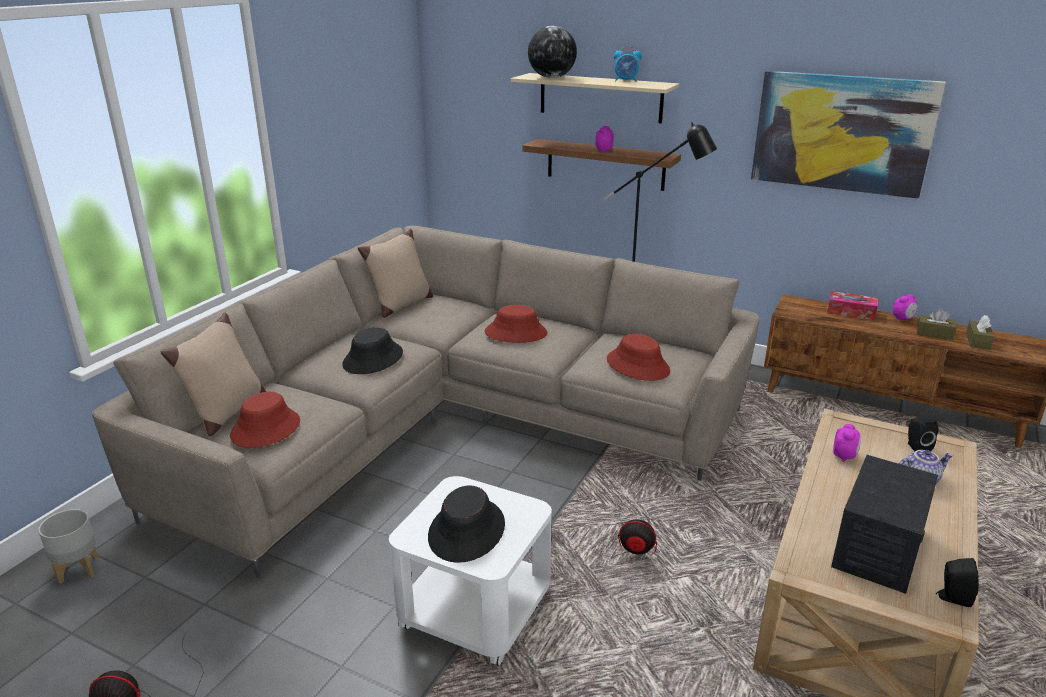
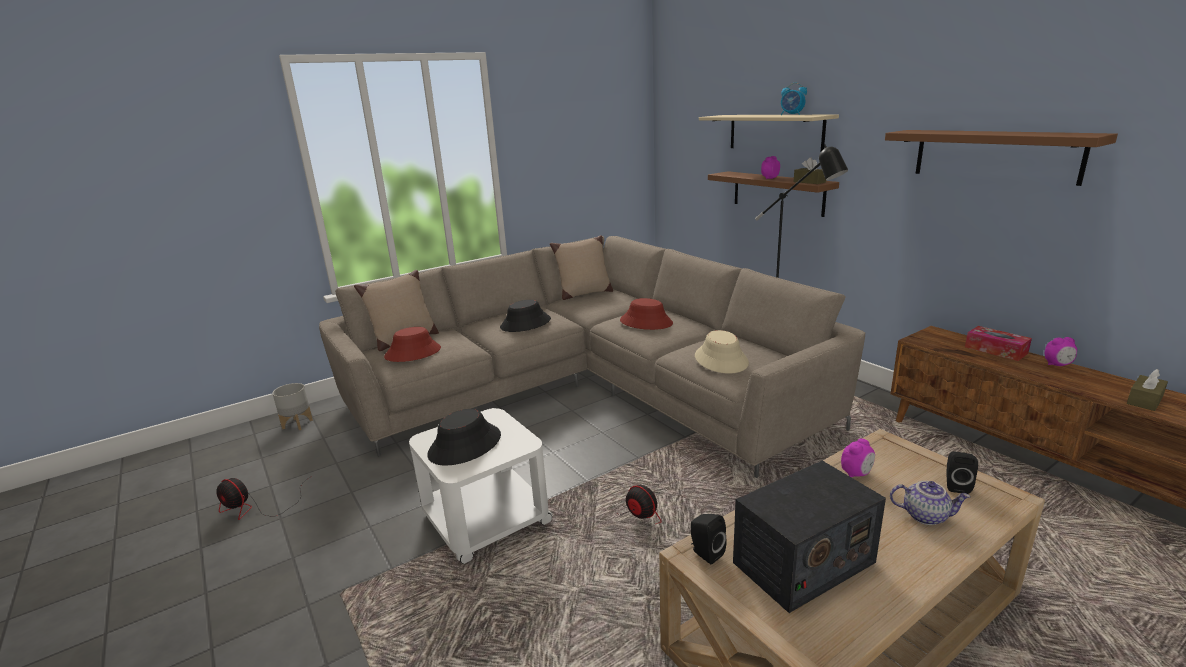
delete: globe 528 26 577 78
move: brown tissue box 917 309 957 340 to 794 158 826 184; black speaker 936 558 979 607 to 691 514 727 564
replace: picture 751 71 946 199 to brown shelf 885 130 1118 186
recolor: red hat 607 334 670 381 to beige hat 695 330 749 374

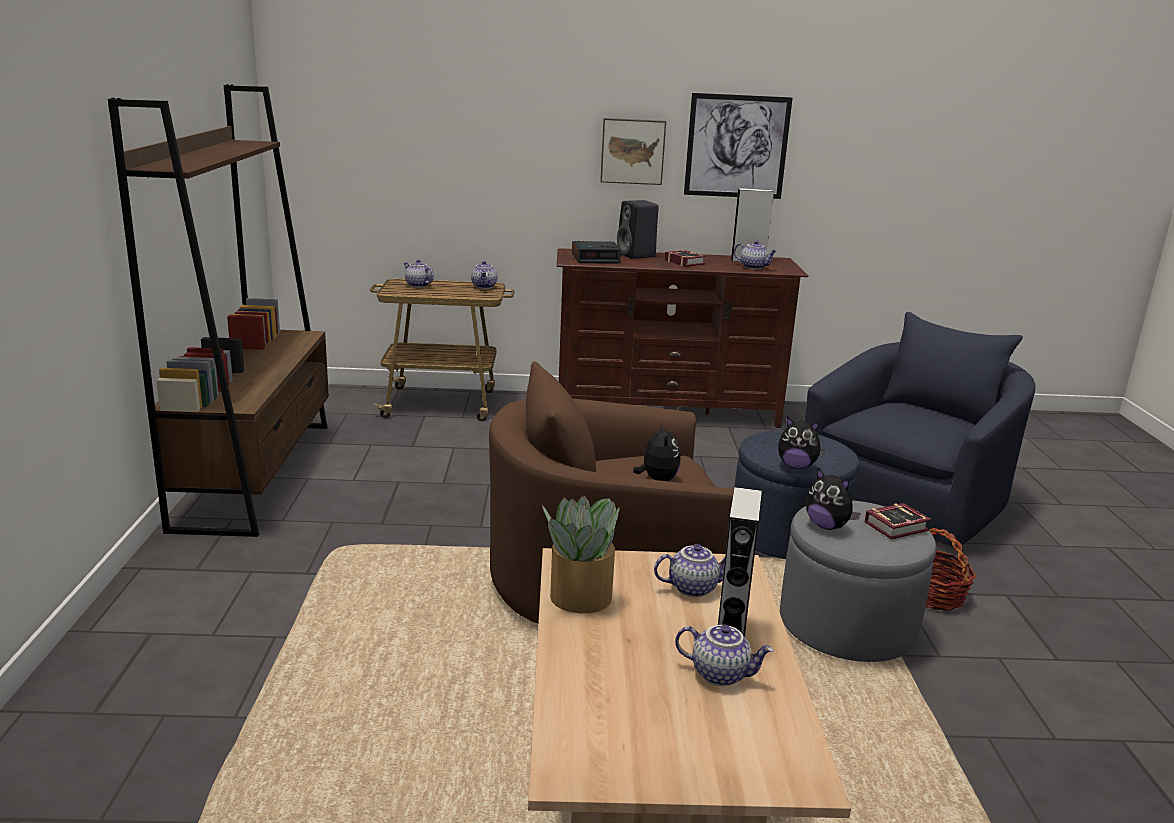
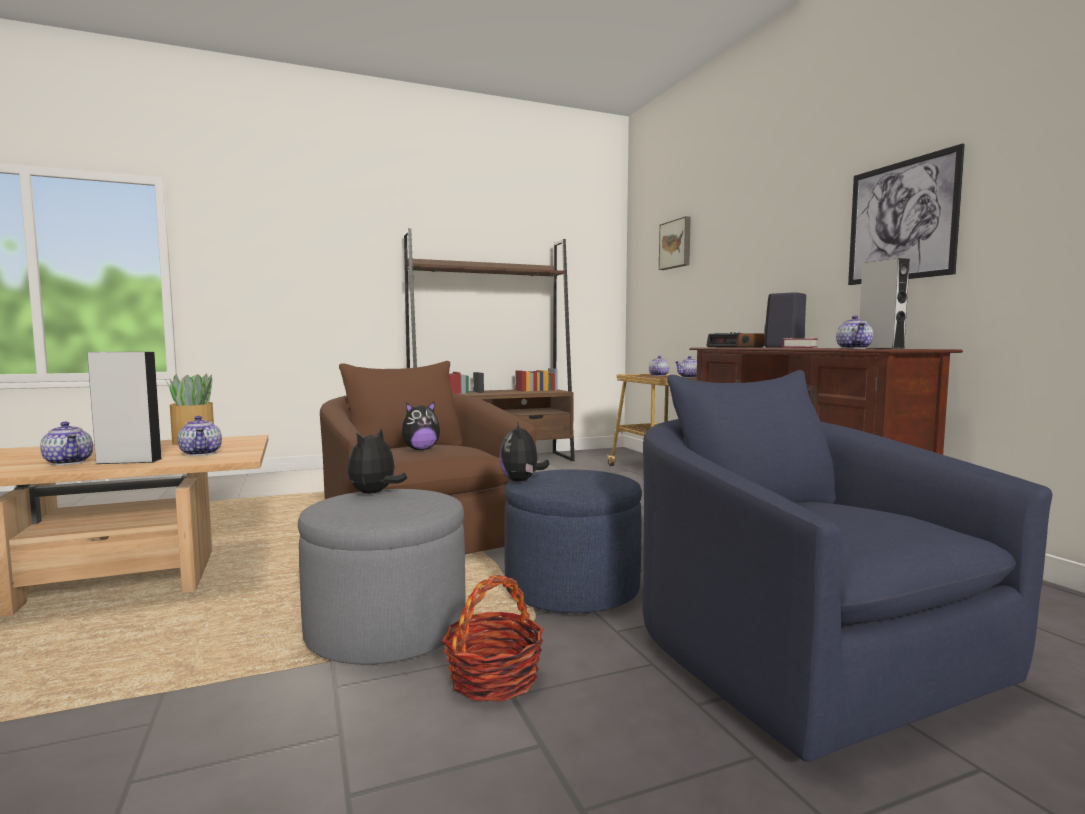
delete: book 865 503 931 539
move: picture 600 118 666 185 to 659 216 691 270
rotate: teapot 675 625 774 686 = 40 422 93 465 45 degrees counterclockwise; blue armchair 804 312 1035 548 = 643 370 1053 762 135 degrees counterclockwise

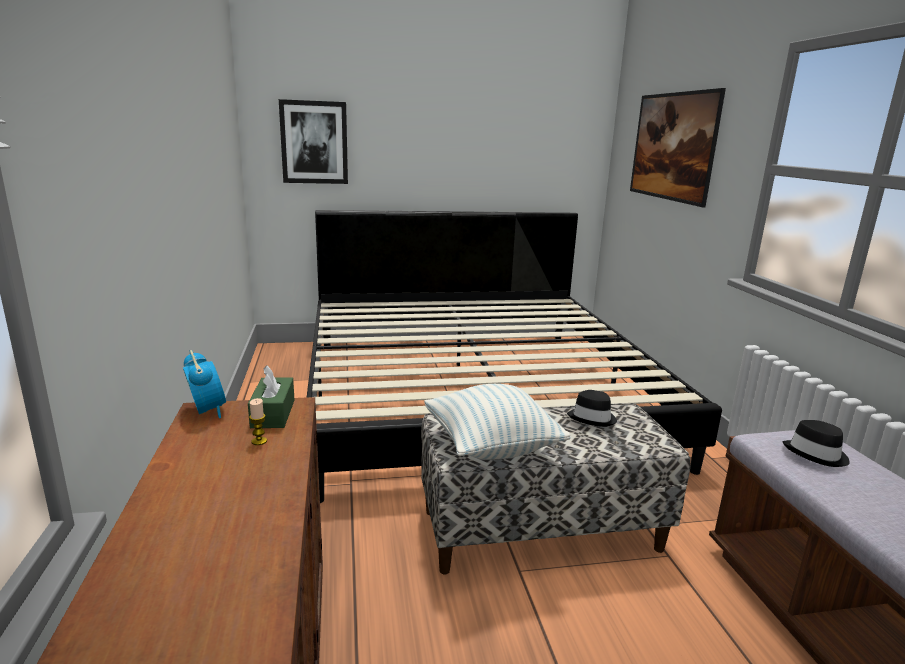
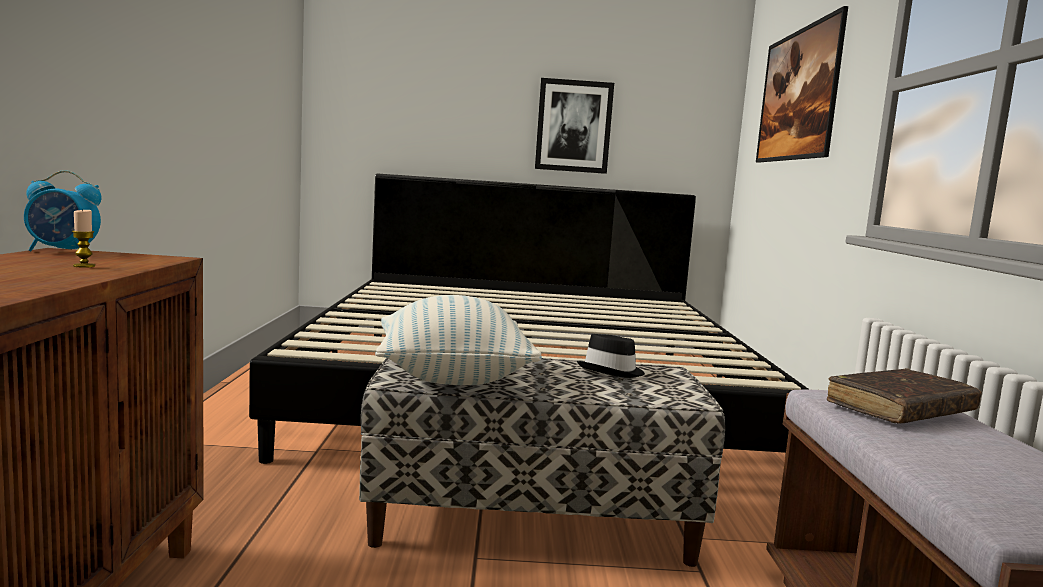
delete: green tissue box 248 365 294 428
move: picture 279 99 348 184 to 535 78 614 174
replace: black hat 782 420 850 467 to brown book 827 368 982 424
rotate: alarm clock 183 350 226 418 = 24 170 102 251 105 degrees clockwise

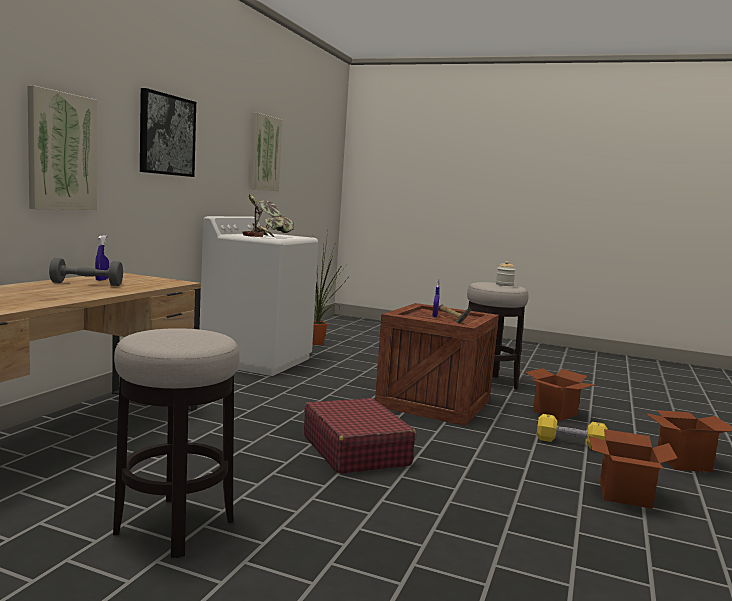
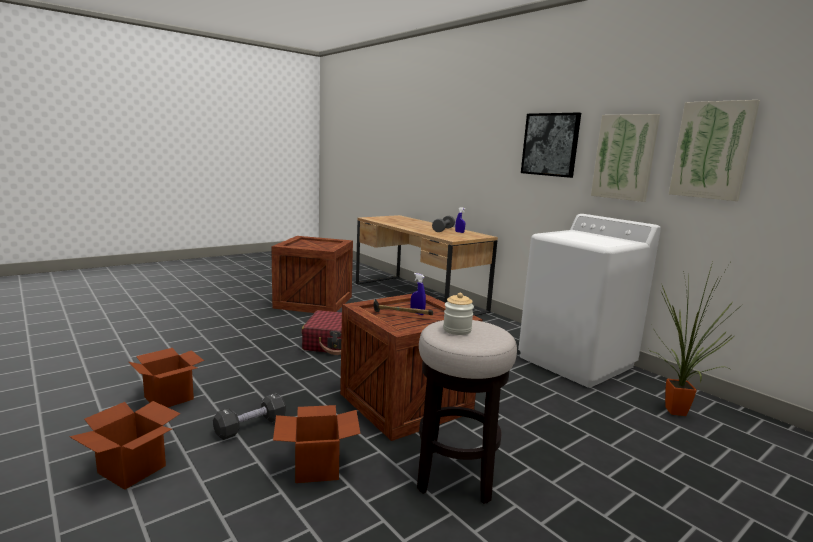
delete: potted plant 242 194 294 237
move: picture 27 85 97 210 to 591 114 660 202
replace: stool 113 328 240 558 to crate 271 236 353 313
recolor: yellow dumbbell 537 414 608 449 to black dumbbell 213 393 286 440

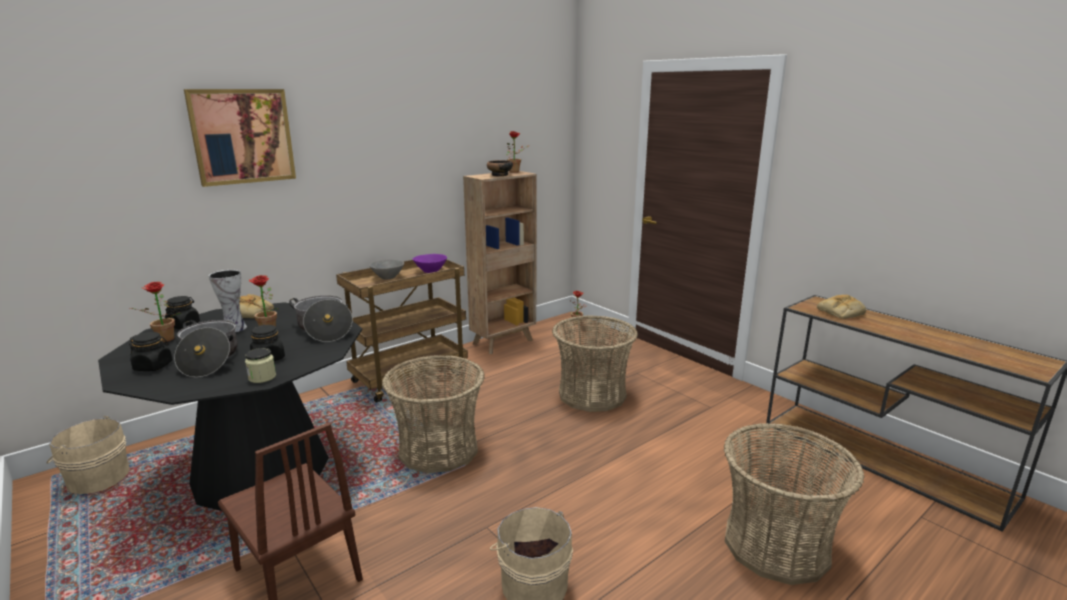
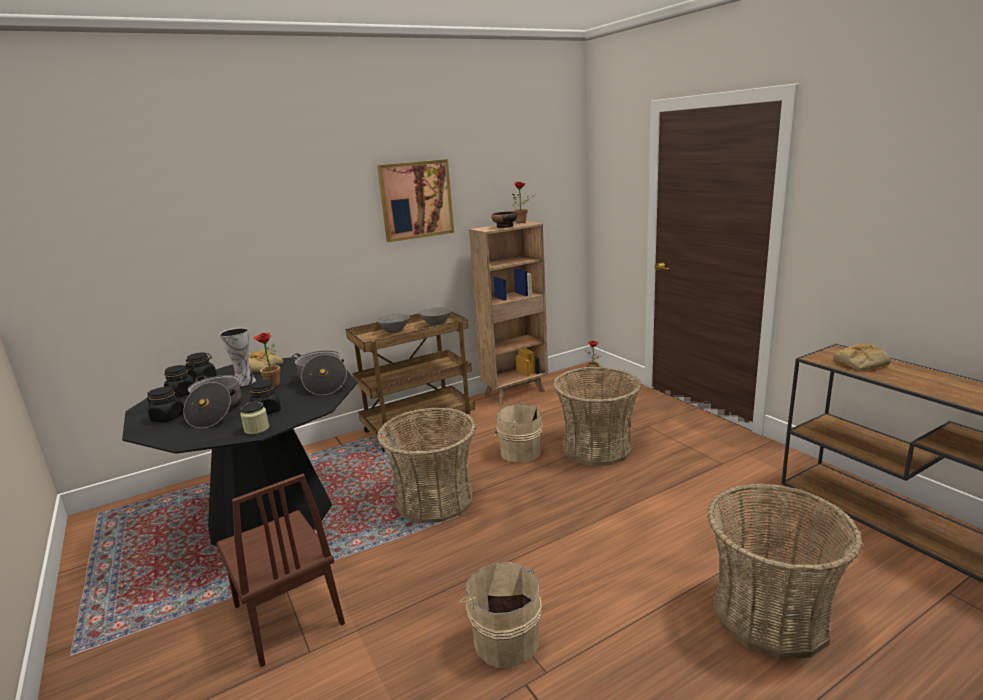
move: beige bucket 47 415 130 494 to 495 402 542 462; picture 184 89 296 187 to 377 159 454 242
replace: potted plant 130 282 181 342 to black jar 164 365 195 397
recolor: purple bowl 413 254 447 273 to grey bowl 418 307 452 326

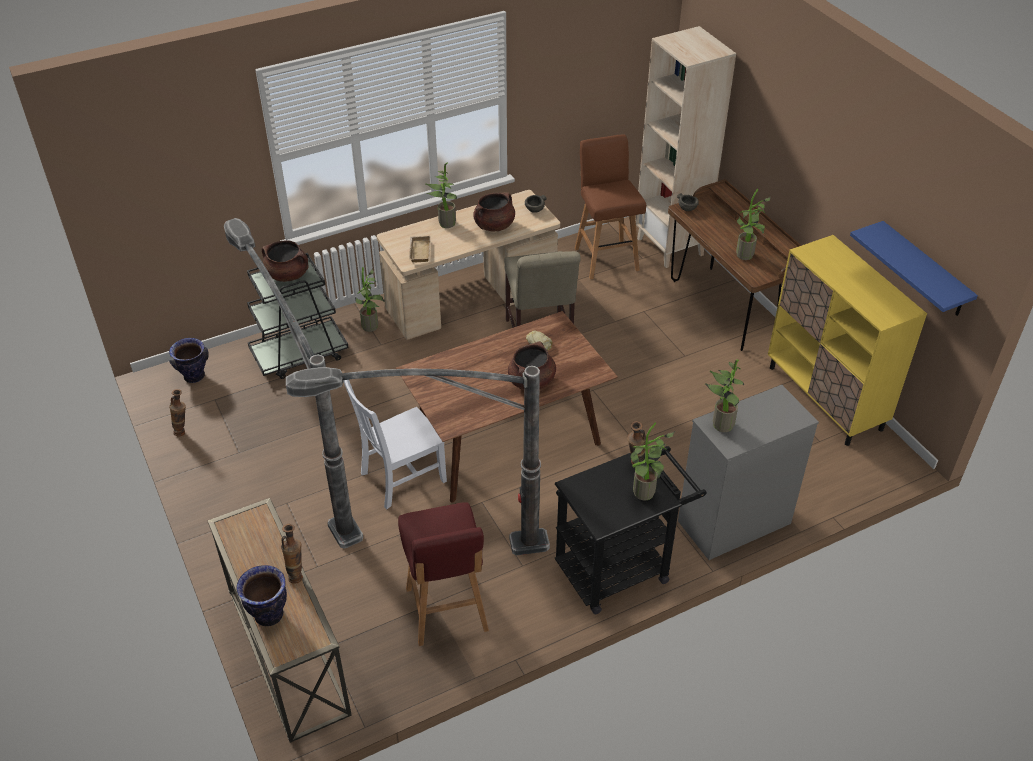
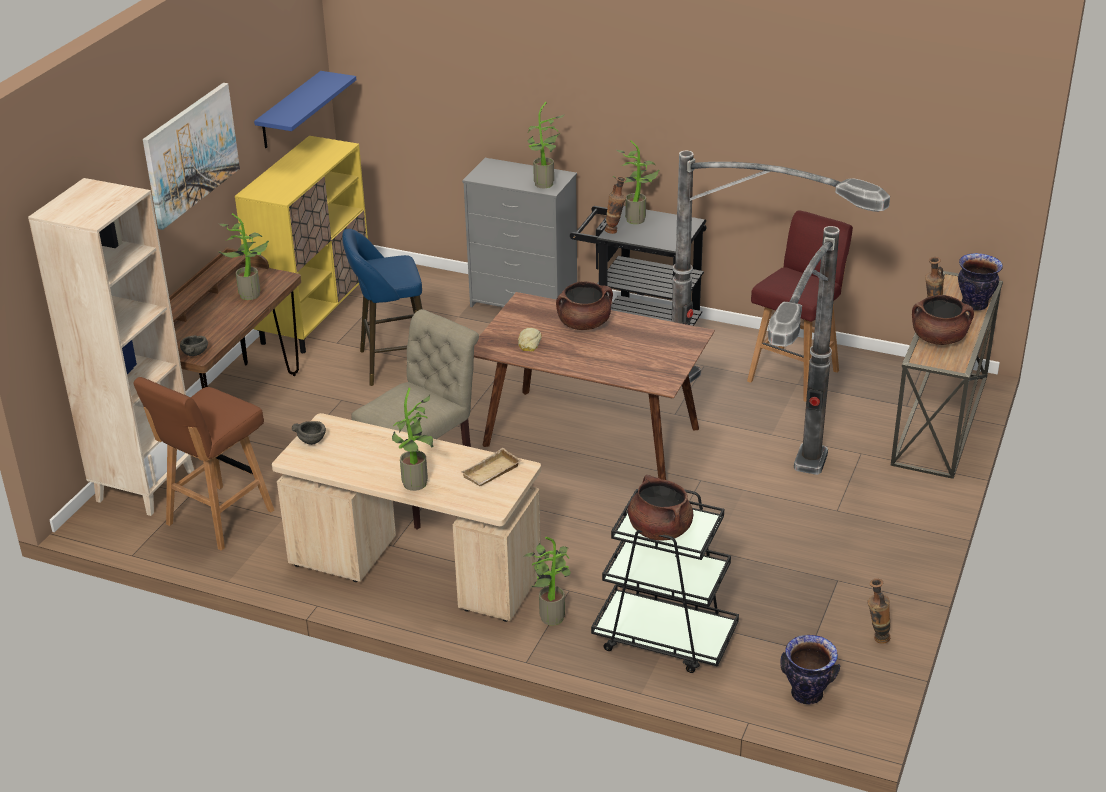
delete: white chair 343 380 447 509
insert: picture 143 83 240 230; blue stool 342 229 422 386
move: brown cooking pot 473 192 515 231 to 912 295 974 345

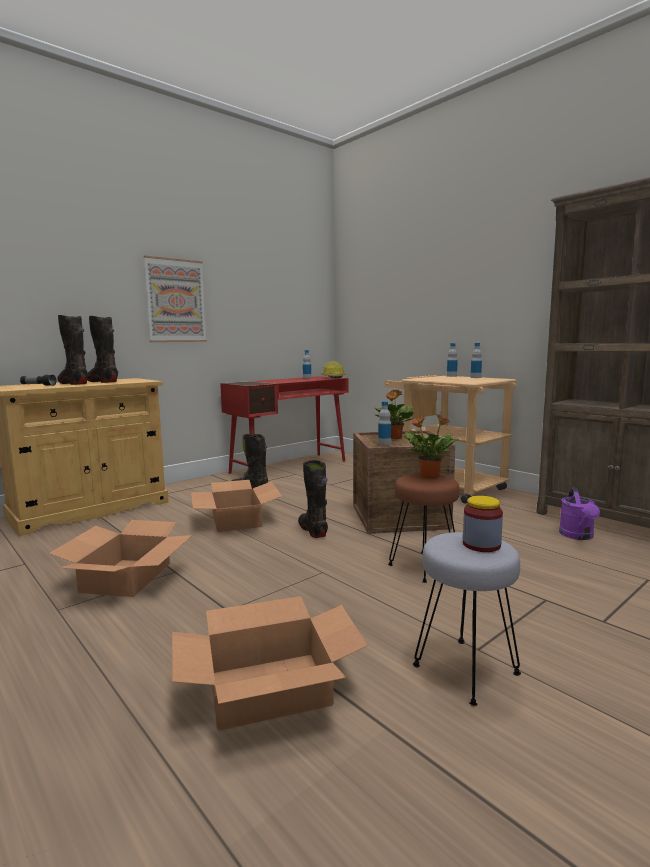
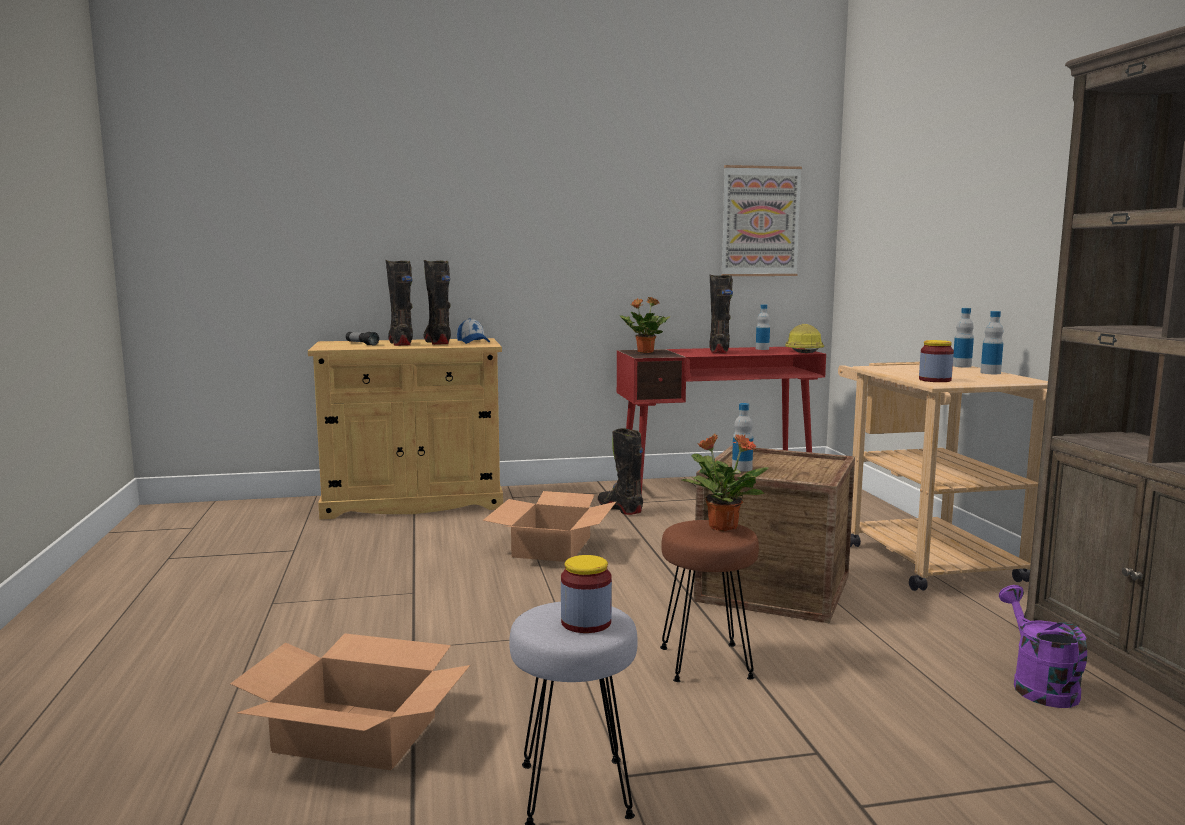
delete: cardboard box 49 520 192 597
insert: cap 457 318 490 344; jar 919 340 954 382
move: picture 144 256 207 342 to 721 165 802 276; black boot 298 460 328 538 to 709 275 733 353; potted plant 375 390 413 439 to 620 297 671 353
rotate: purple watering can 559 488 600 540 = 999 585 1087 708 135 degrees clockwise

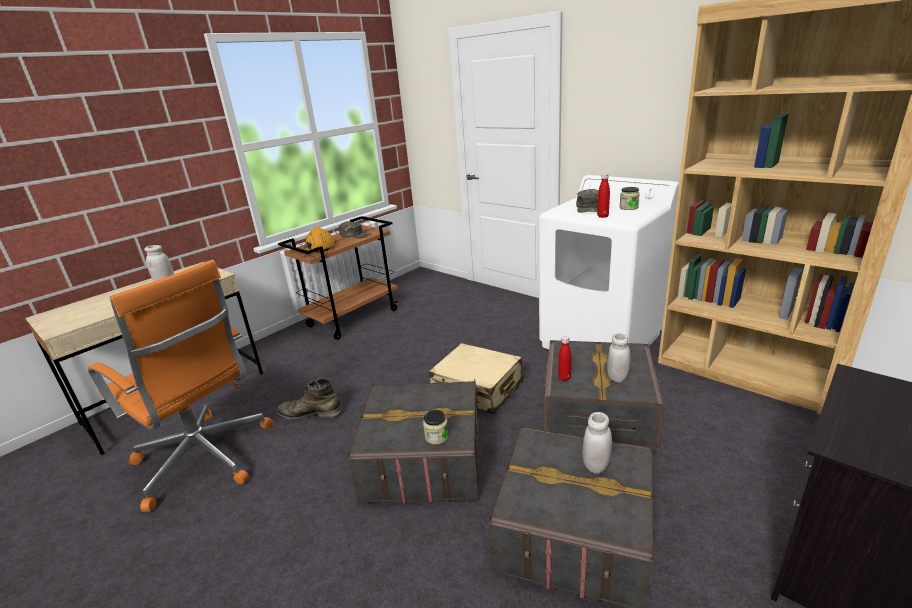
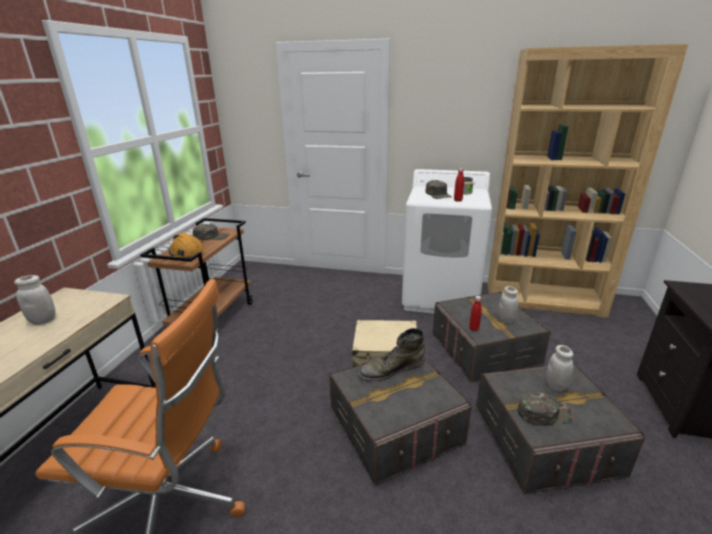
delete: jar 423 410 449 445
insert: green cap 518 391 575 426
move: green boot 276 378 343 420 to 359 328 425 381

